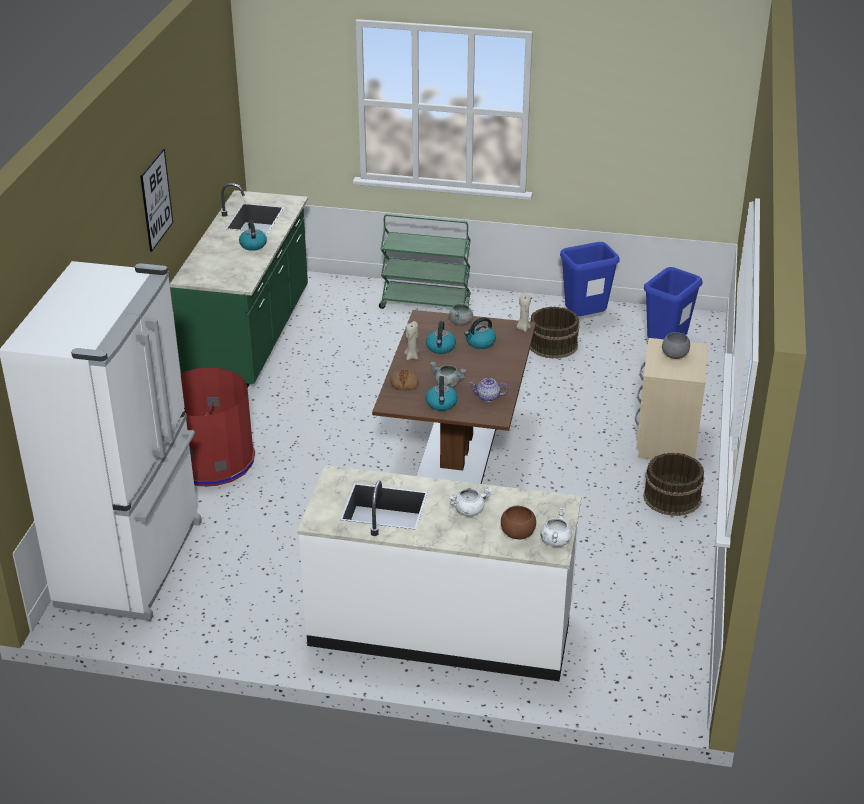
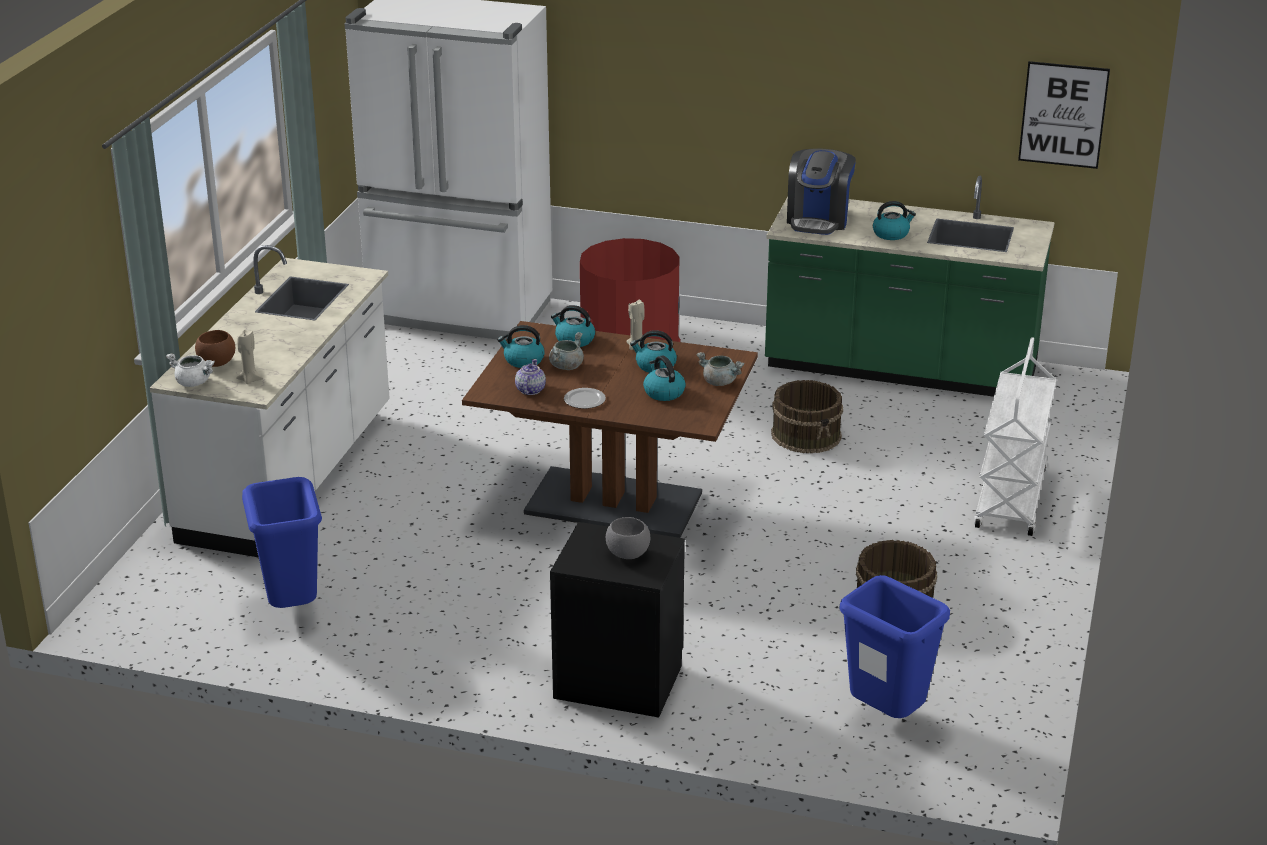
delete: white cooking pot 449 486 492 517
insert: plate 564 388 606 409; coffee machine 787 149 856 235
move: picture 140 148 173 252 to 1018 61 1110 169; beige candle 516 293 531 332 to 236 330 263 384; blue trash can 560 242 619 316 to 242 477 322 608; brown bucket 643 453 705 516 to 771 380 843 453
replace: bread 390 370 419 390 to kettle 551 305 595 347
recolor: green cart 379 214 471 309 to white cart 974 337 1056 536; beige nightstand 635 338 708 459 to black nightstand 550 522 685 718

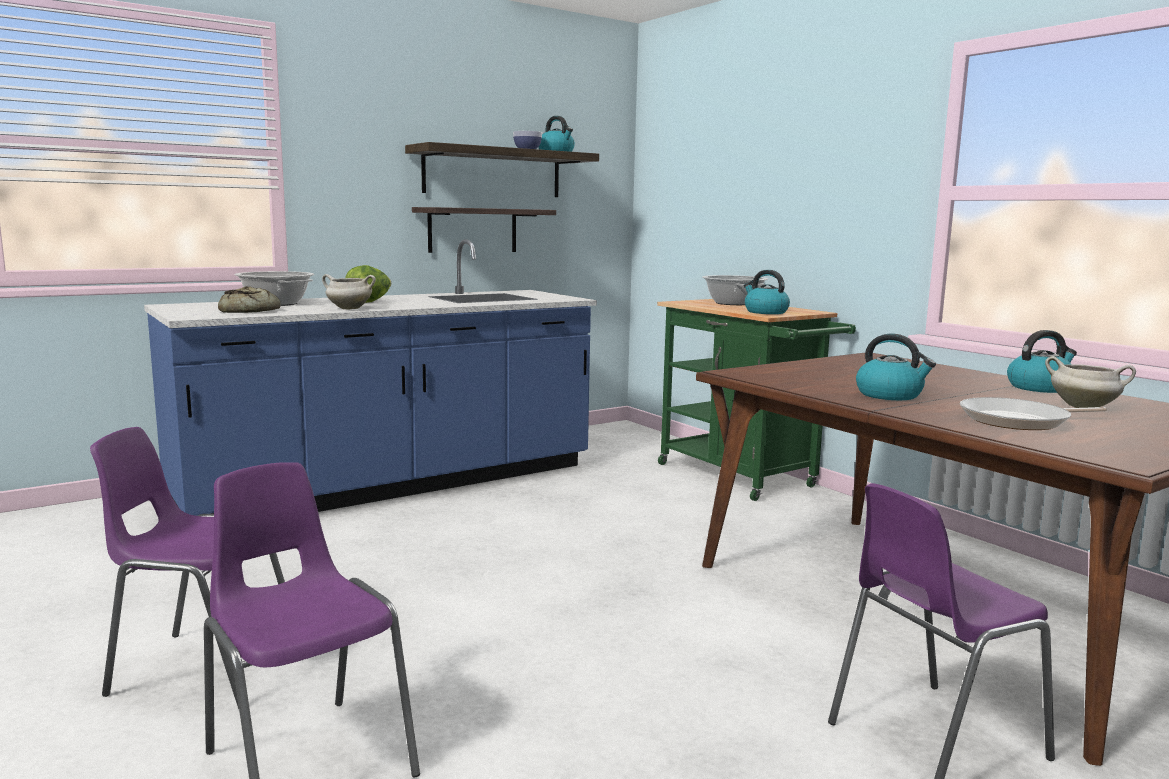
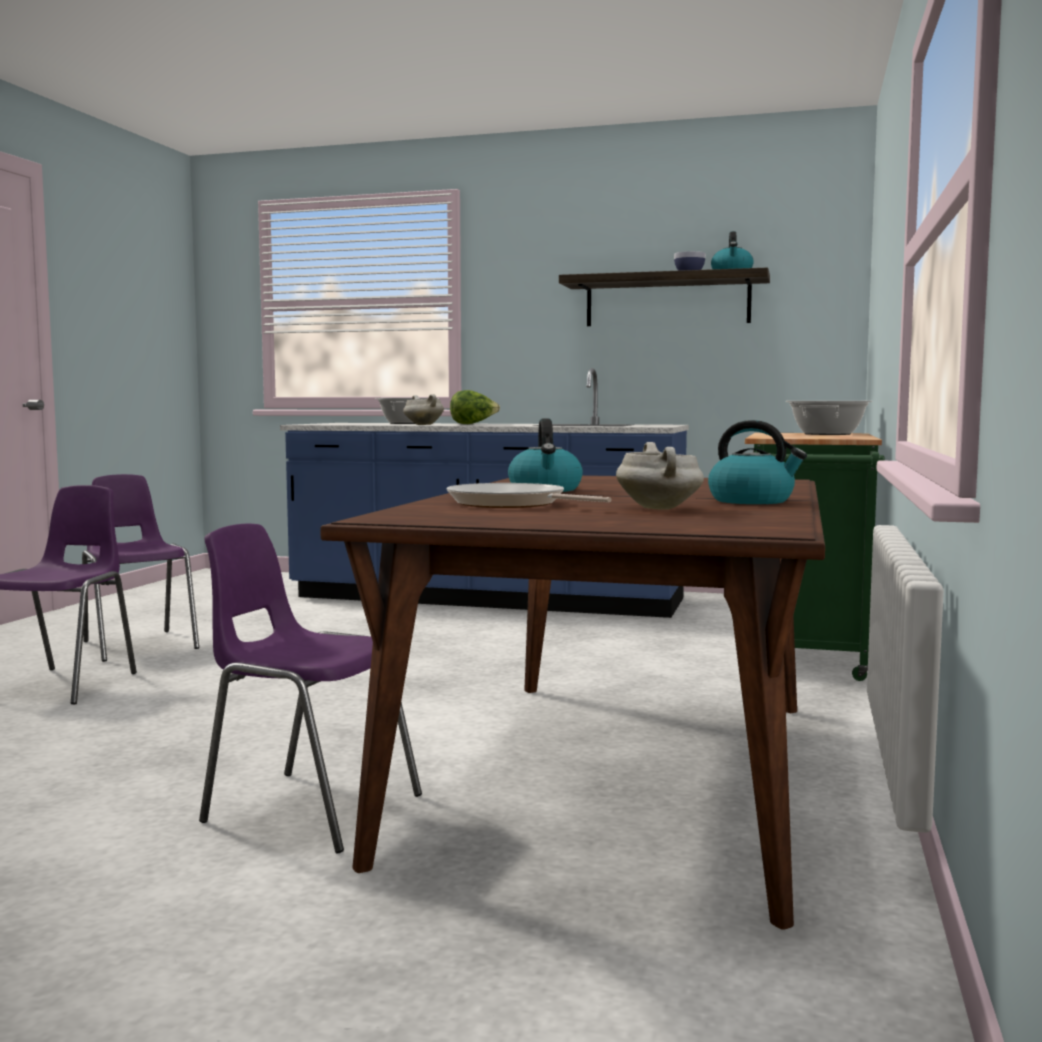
delete: bread 218 286 281 313; shelf 412 207 556 253; kettle 744 270 790 314

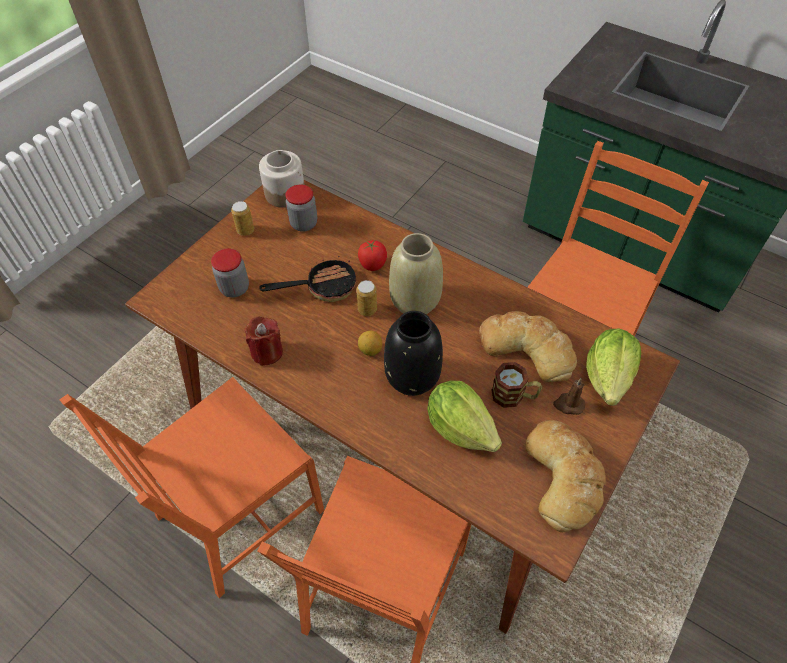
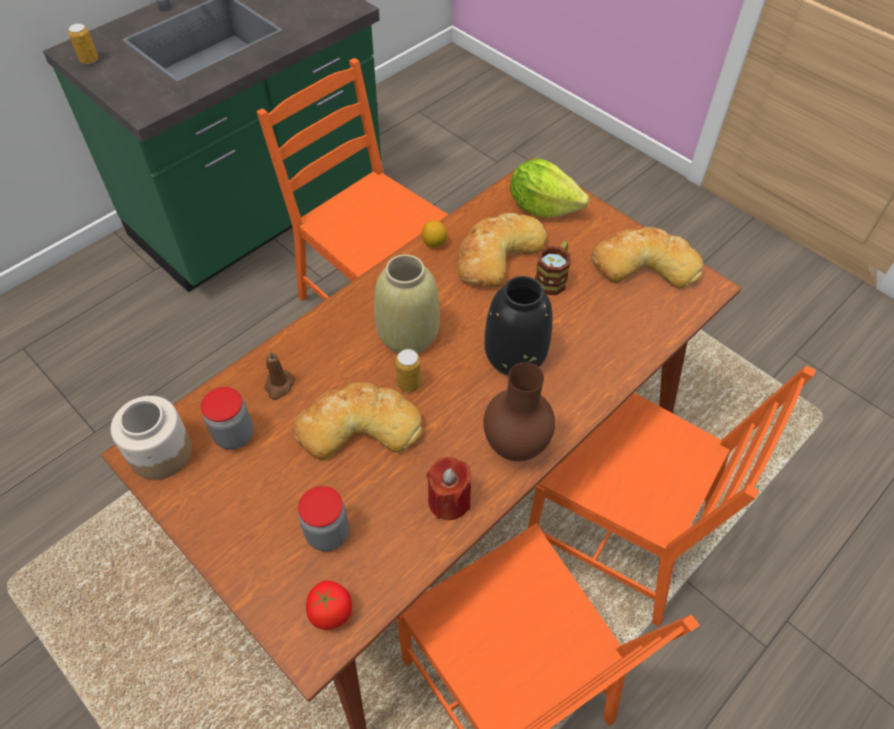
delete: lettuce 427 381 502 452
insert: brown vase 483 363 555 461
move: can 231 201 254 236 to 68 23 98 64; tomato 358 240 387 271 to 306 581 352 630; lemon 358 331 382 356 to 422 220 447 248; brown candle 553 378 585 415 to 264 351 295 400
replace: frying pan 259 256 356 302 to bread 293 382 422 460

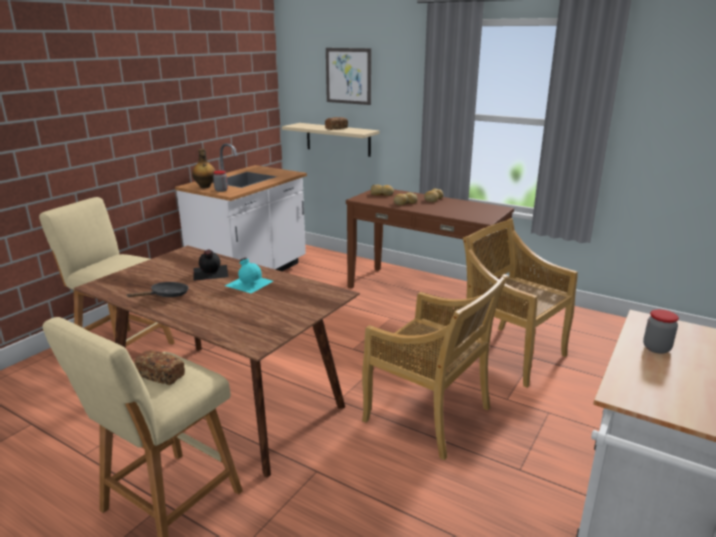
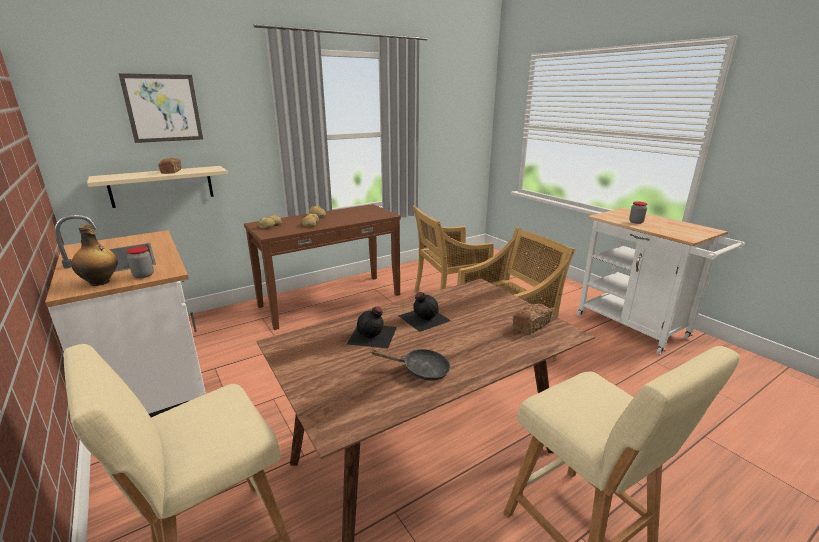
move: bread 134 350 185 385 to 513 303 552 335
recolor: turquoise bottle 225 257 273 293 to black bottle 399 292 451 332
rotate: black frying pan 126 282 189 297 = 372 349 450 381 120 degrees clockwise

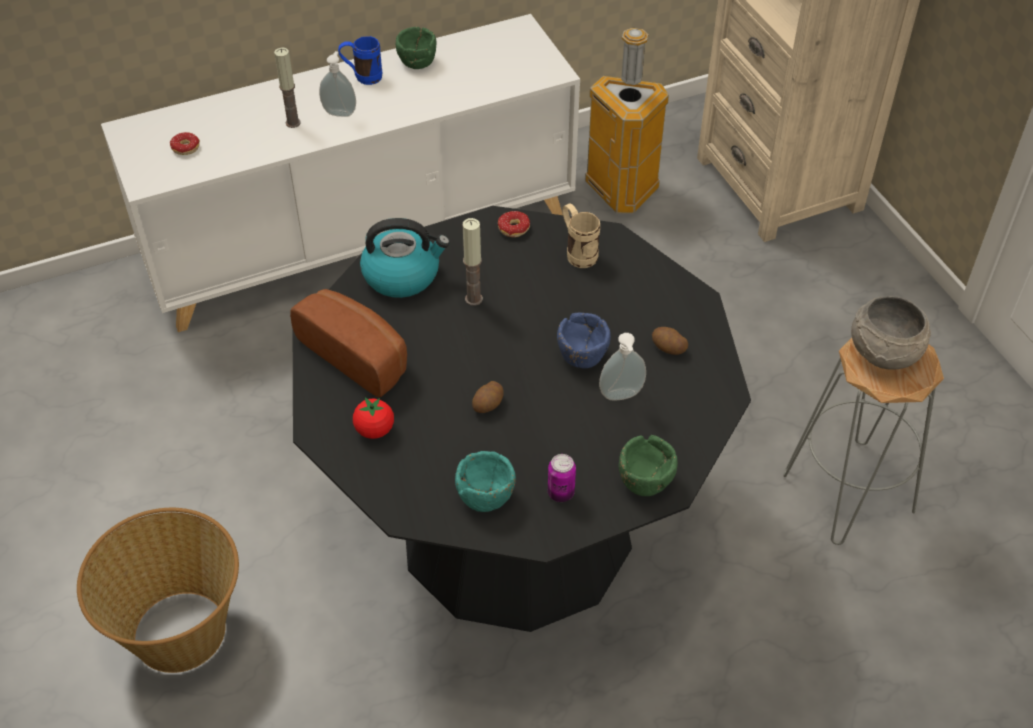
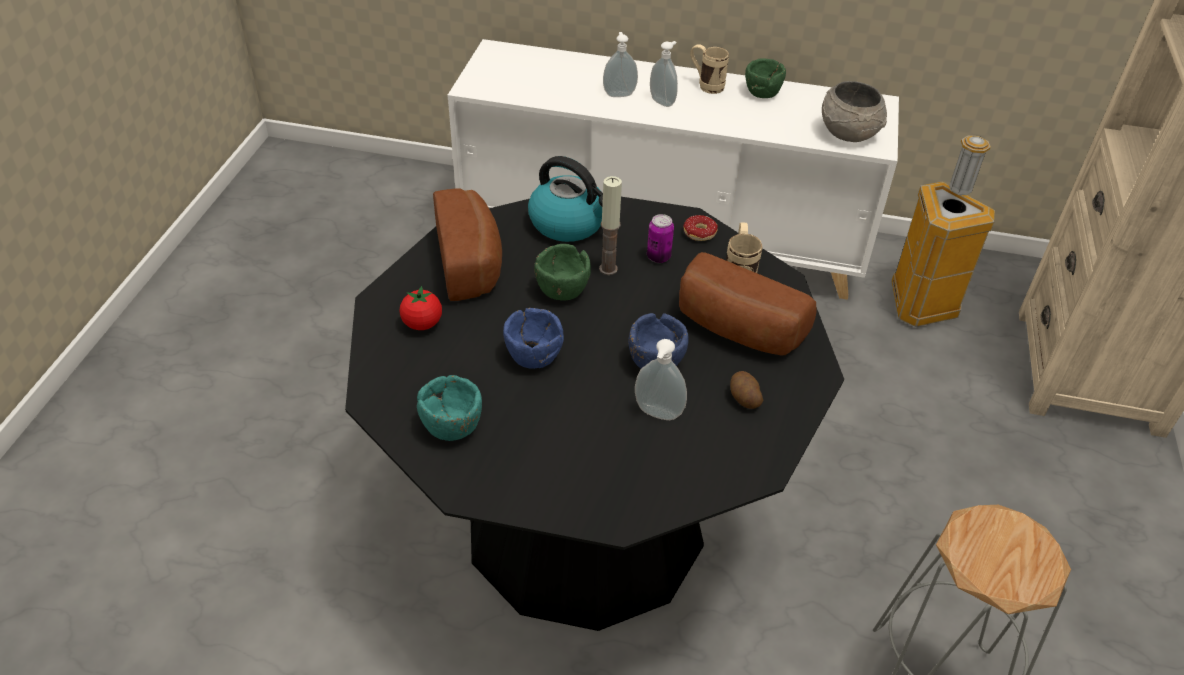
delete: basket 77 508 239 673; donut 170 132 200 158
insert: bread 679 252 817 355
move: can 548 454 576 502 to 647 214 674 263; green bowl 619 435 678 496 to 534 244 591 300; grey bowl 851 296 931 370 to 822 81 887 142
replace: candle 274 48 301 128 to soap dispenser 603 32 638 97; potato 472 381 504 413 to blue bowl 503 308 564 369
recolor: blue mug 338 36 382 85 to beige mug 690 44 729 94

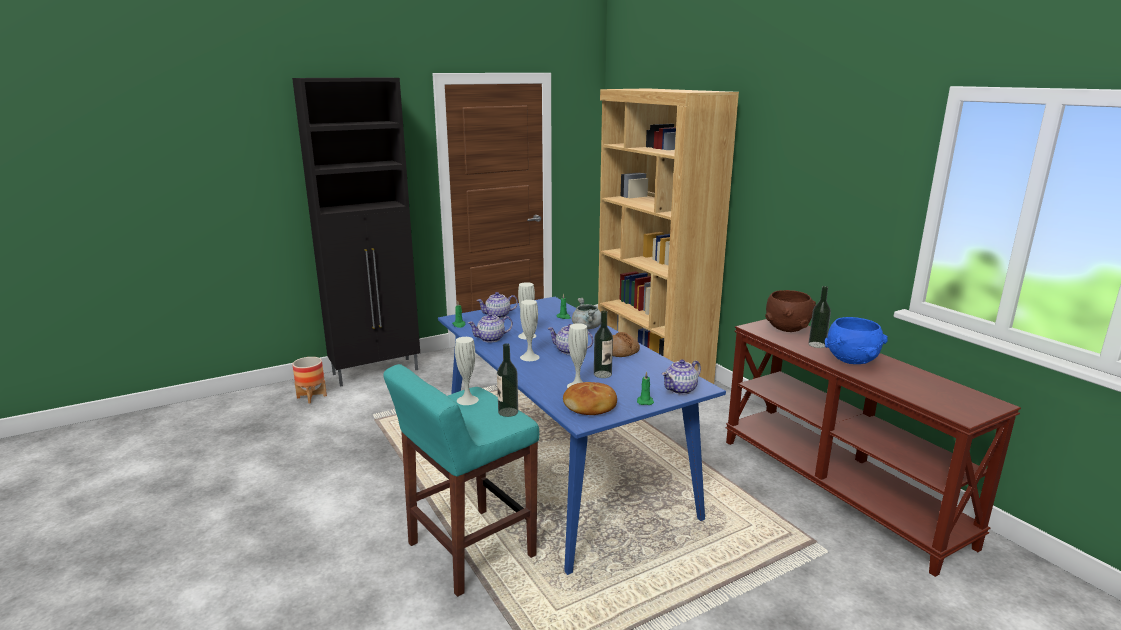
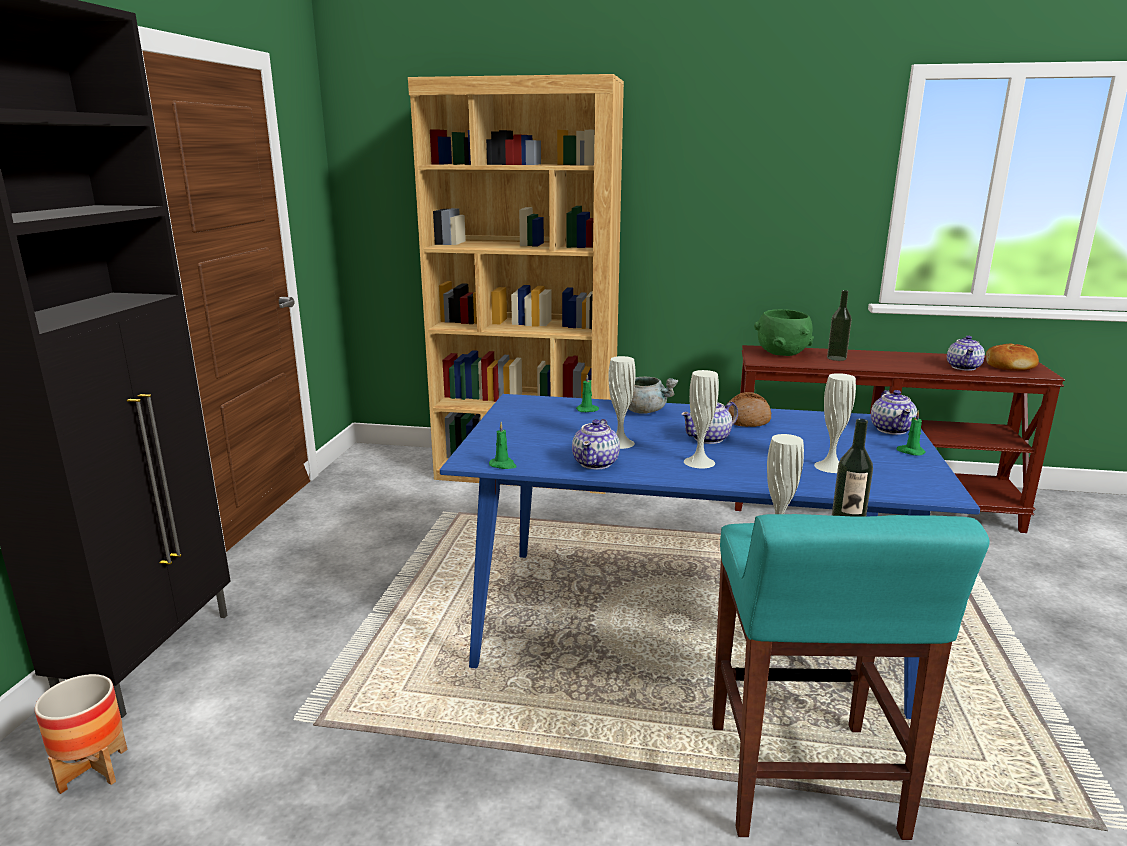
delete: bottle 594 310 613 378; blue bowl 825 317 888 364
move: teapot 476 292 518 319 to 947 336 985 371; bread 563 382 617 415 to 986 344 1039 371
recolor: brown bowl 765 290 816 332 to green bowl 754 309 814 356

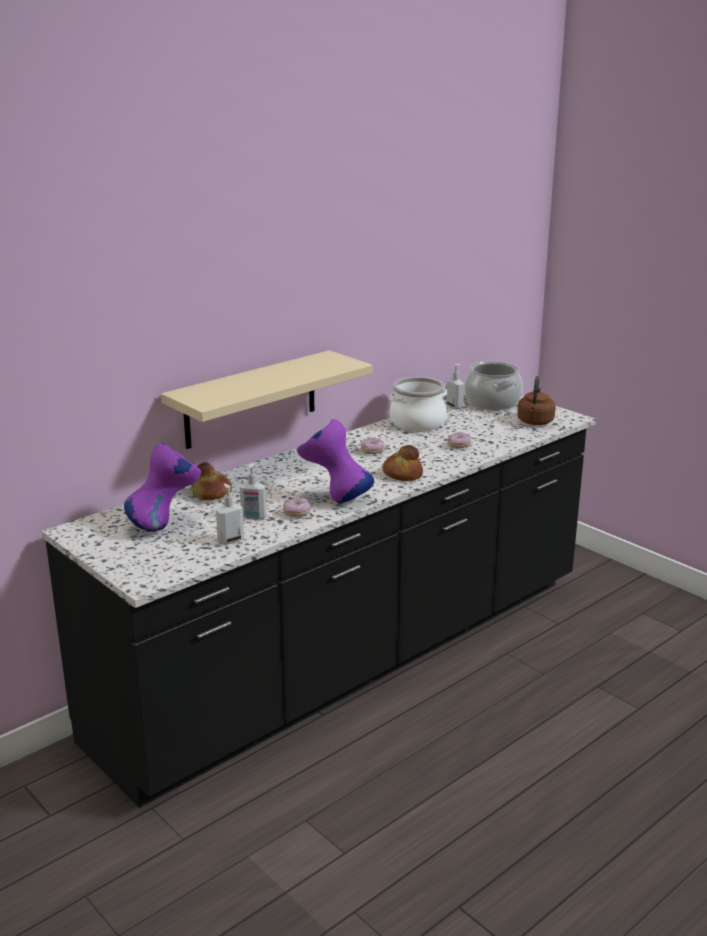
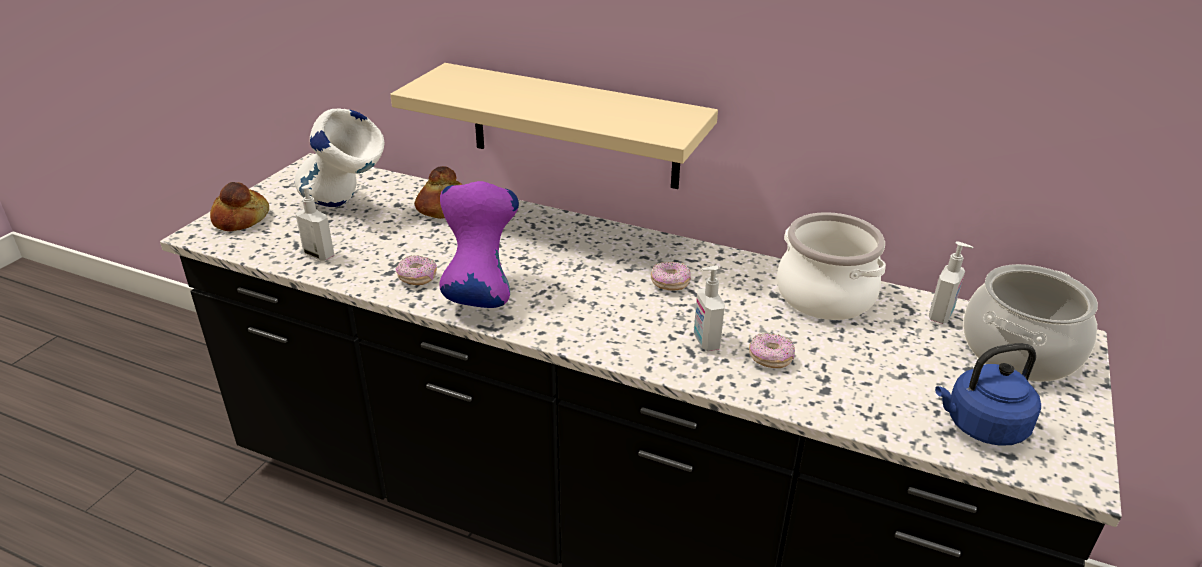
move: soap dispenser 240 463 266 520 to 694 266 725 351; bread 382 445 423 481 to 210 182 269 231
recolor: purple vase 124 443 201 531 to white vase 295 108 385 207; brown kettle 517 376 556 425 to blue kettle 935 343 1041 446

